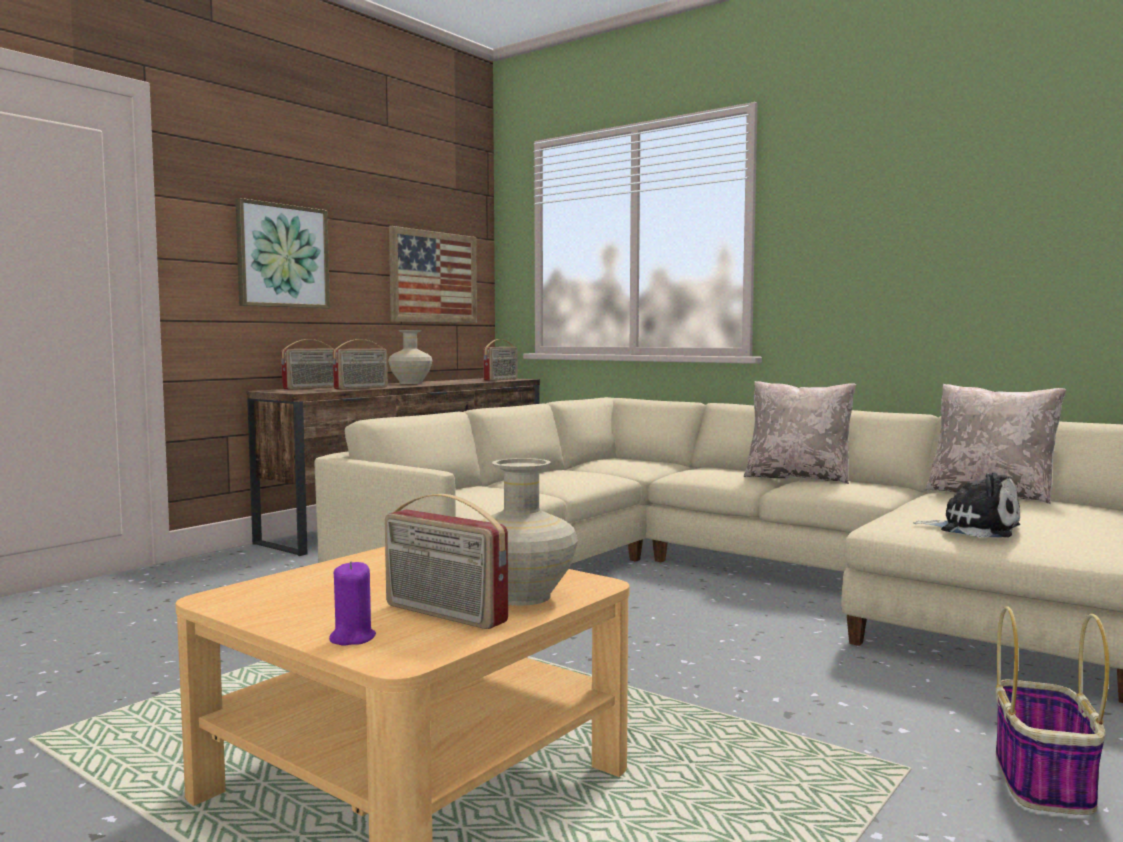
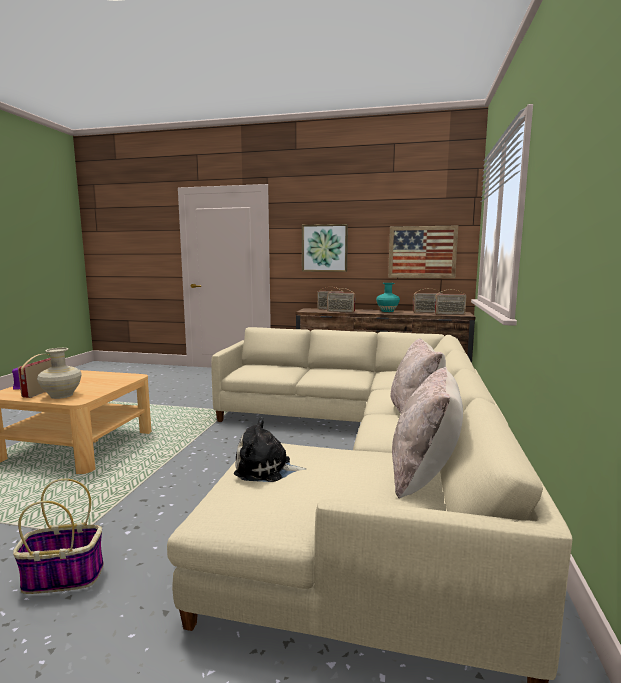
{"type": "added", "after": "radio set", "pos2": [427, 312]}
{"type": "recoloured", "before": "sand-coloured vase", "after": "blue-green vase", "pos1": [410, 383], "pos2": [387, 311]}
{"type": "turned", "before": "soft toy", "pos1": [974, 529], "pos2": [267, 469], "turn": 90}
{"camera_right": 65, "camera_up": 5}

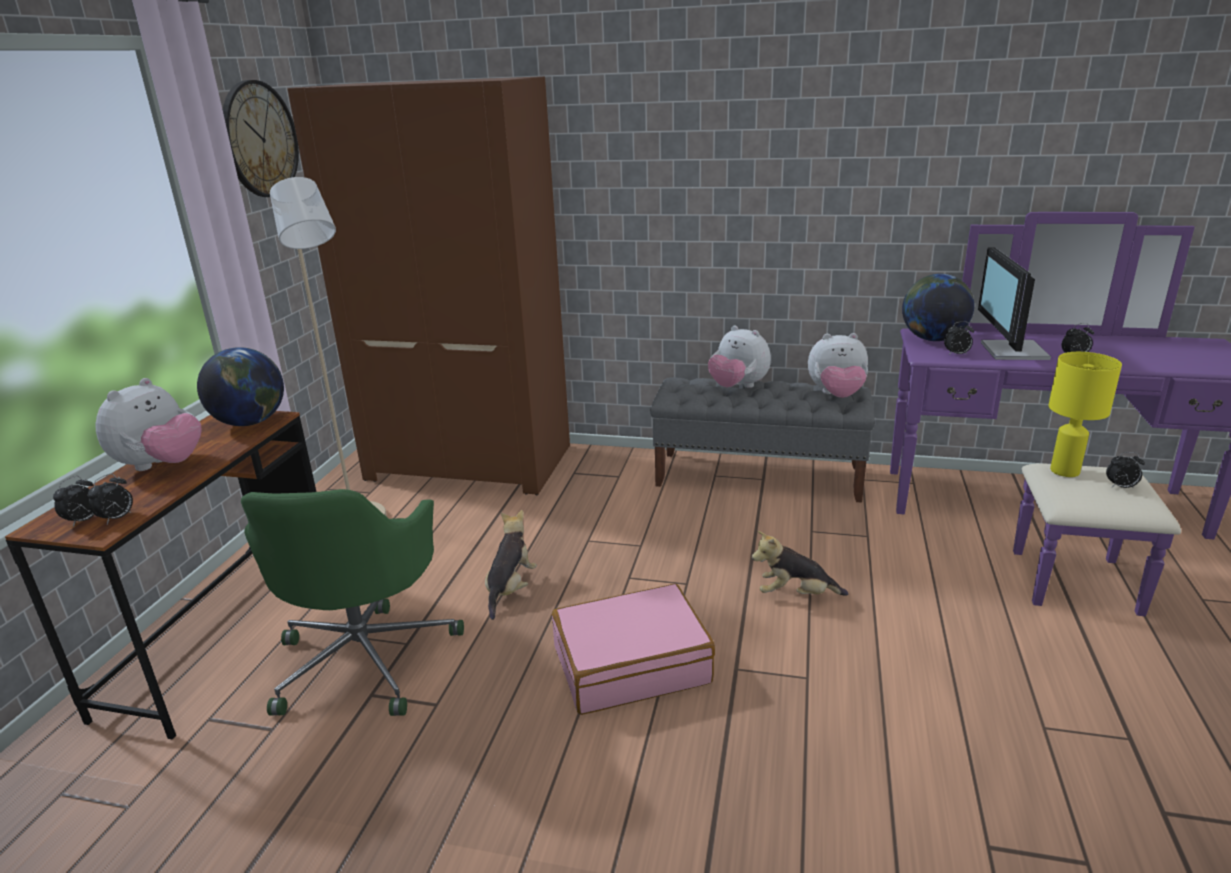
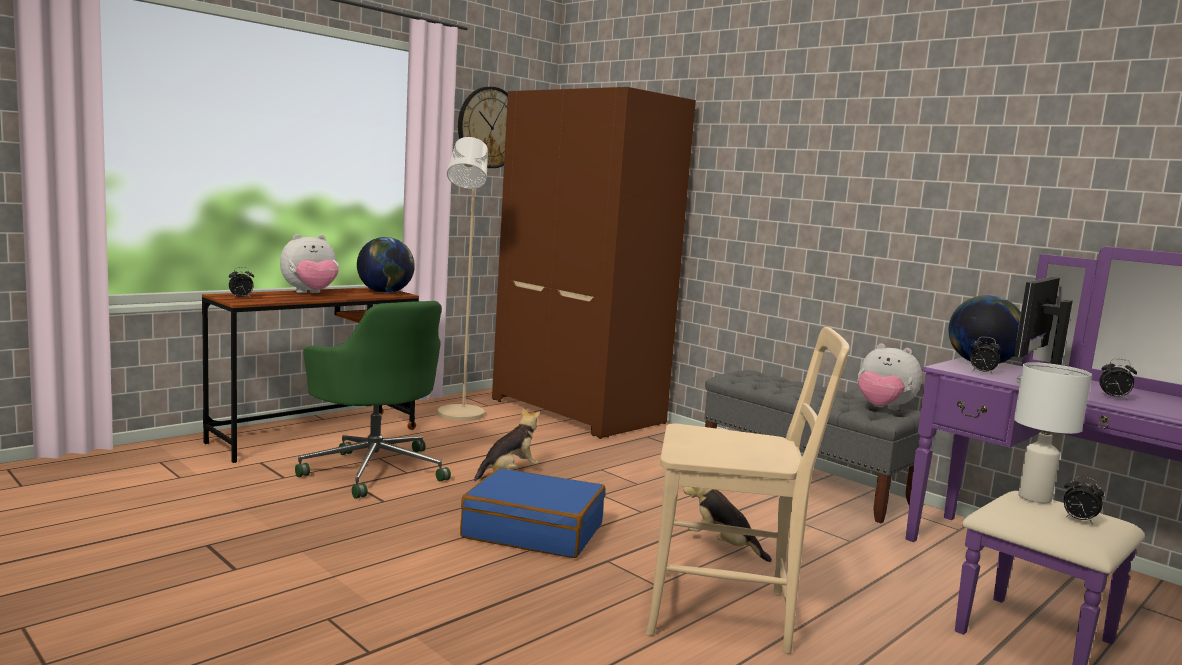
{"type": "removed", "before": "alarm clock", "pos1": [117, 518]}
{"type": "removed", "before": "soft toy", "pos1": [738, 387]}
{"type": "added", "after": "sand-coloured upright chair", "pos2": [728, 614]}
{"type": "recoloured", "before": "pink-coloured travel case", "after": "blue-coloured travel case", "pos1": [631, 664], "pos2": [533, 531]}
{"type": "recoloured", "before": "yellow tabletop lamp", "after": "white tabletop lamp", "pos1": [1065, 471], "pos2": [1035, 498]}
{"type": "turned", "before": "green desk chair", "pos1": [366, 658], "pos2": [374, 469], "turn": -75}
{"camera_right": 30, "camera_up": -15}

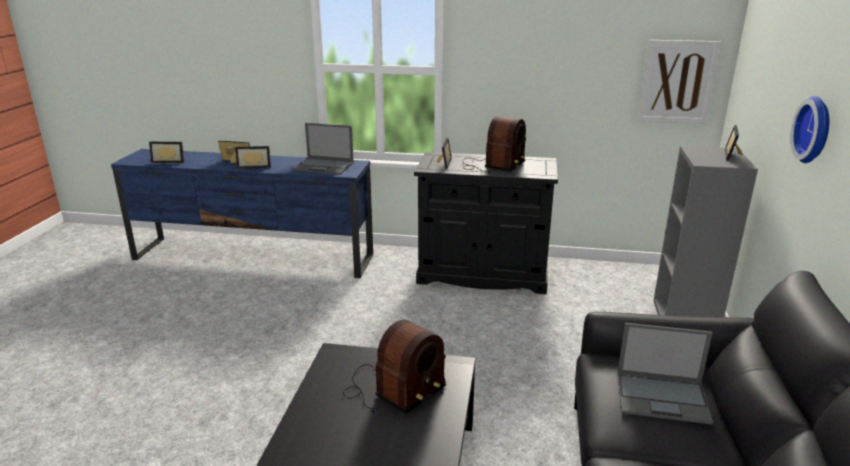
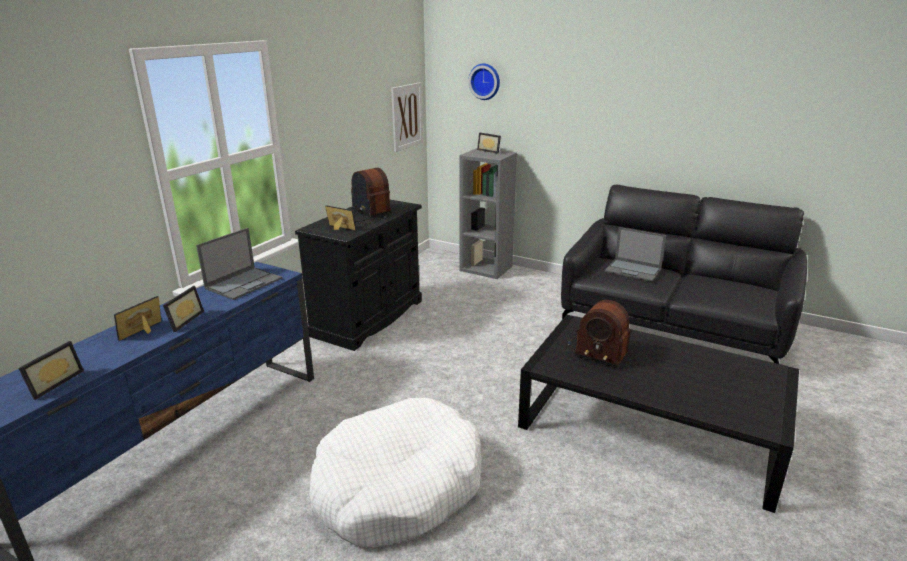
{"type": "added", "after": "white dog cushion", "pos2": [398, 486]}
{"type": "moved", "before": "wall clock", "pos1": [816, 130], "pos2": [485, 81]}
{"type": "turned", "before": "radio set", "pos1": [392, 390], "pos2": [597, 348], "turn": 150}
{"type": "turned", "before": "laptop", "pos1": [663, 398], "pos2": [633, 270], "turn": 90}
{"camera_right": -70, "camera_up": 0}

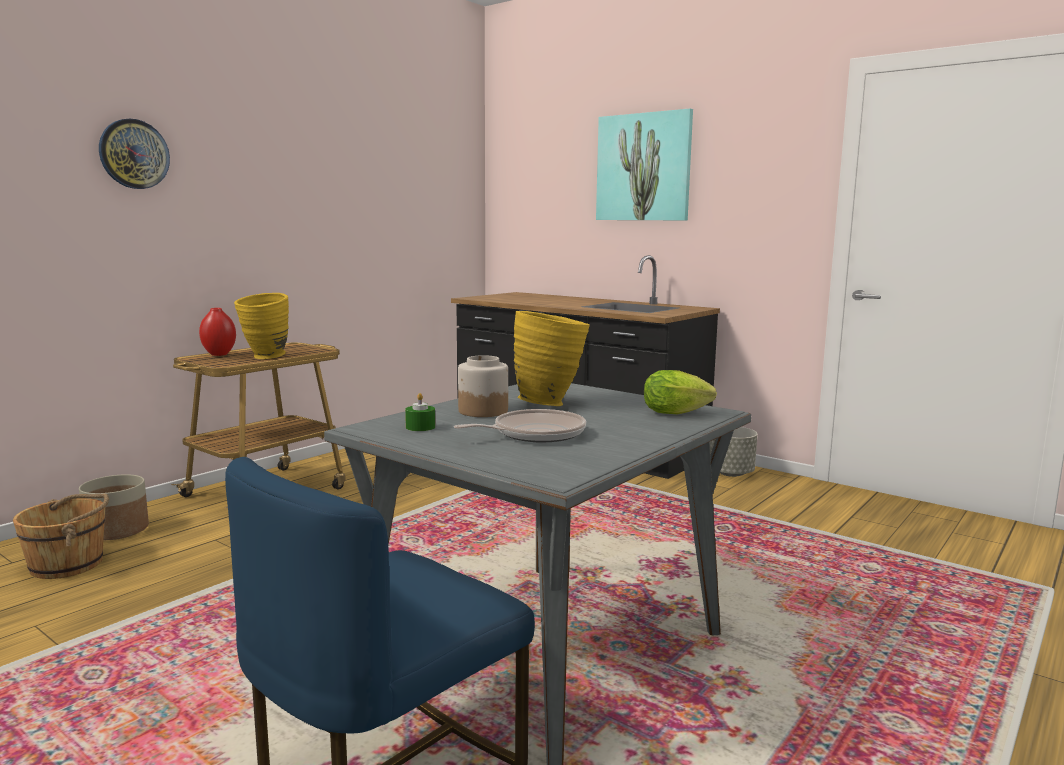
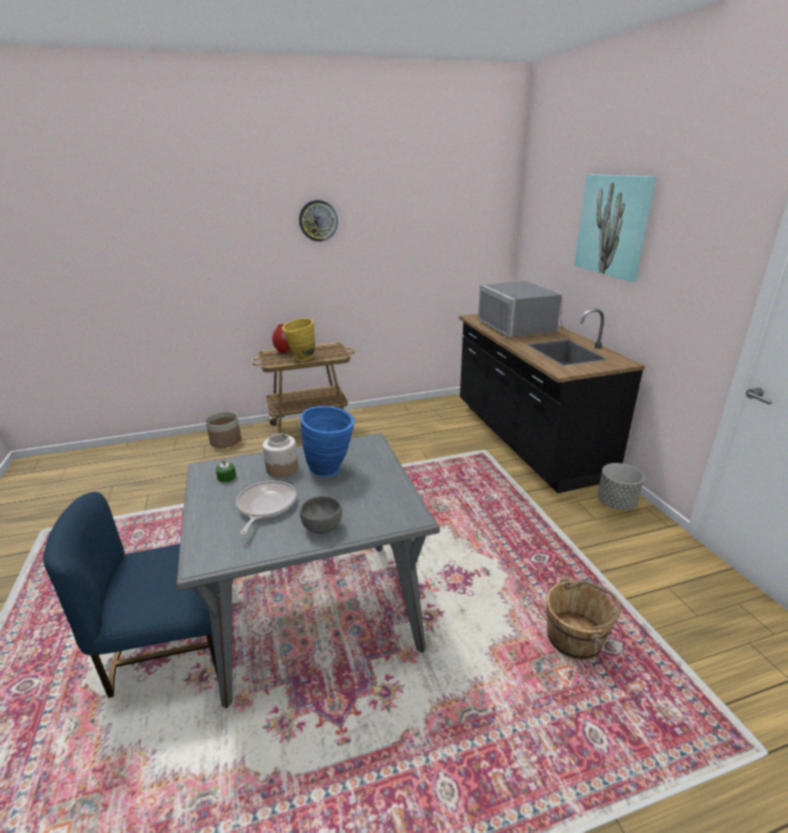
{"type": "removed", "before": "lettuce head", "pos1": [679, 413]}
{"type": "added", "after": "gray bowl", "pos2": [323, 527]}
{"type": "added", "after": "gray kitchen microwave", "pos2": [521, 327]}
{"type": "moved", "before": "brownish water bucket", "pos1": [68, 564], "pos2": [575, 638]}
{"type": "moved", "before": "wall clock", "pos1": [134, 154], "pos2": [318, 220]}
{"type": "recoloured", "before": "yellow vase", "after": "blue-coloured vase", "pos1": [551, 403], "pos2": [332, 471]}
{"type": "turned", "before": "frying pan", "pos1": [534, 434], "pos2": [265, 506], "turn": -90}
{"camera_right": 35, "camera_up": 15}

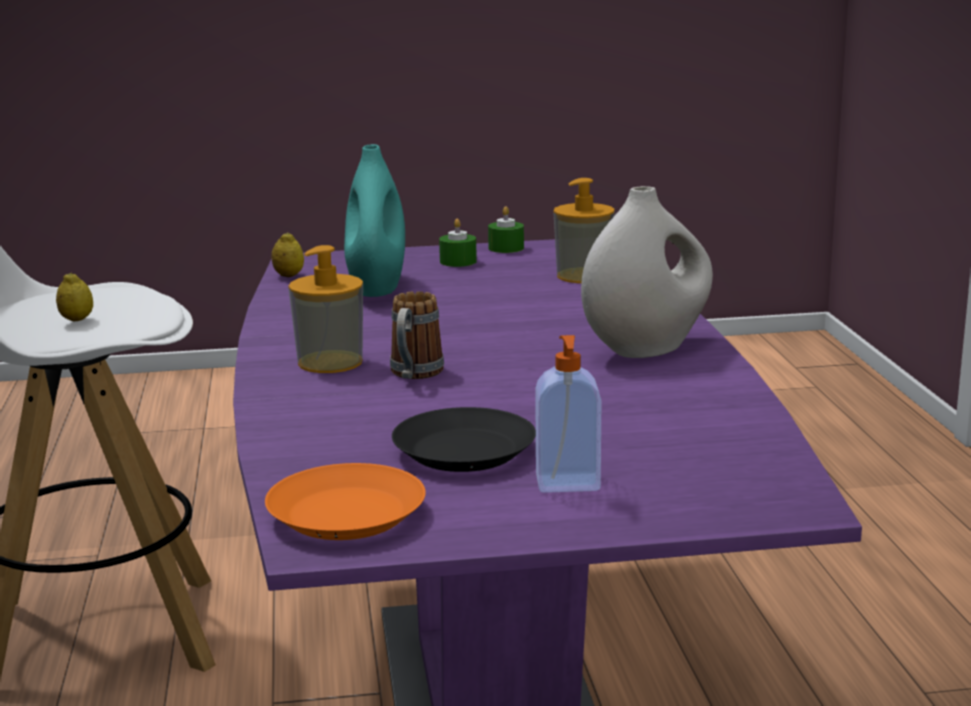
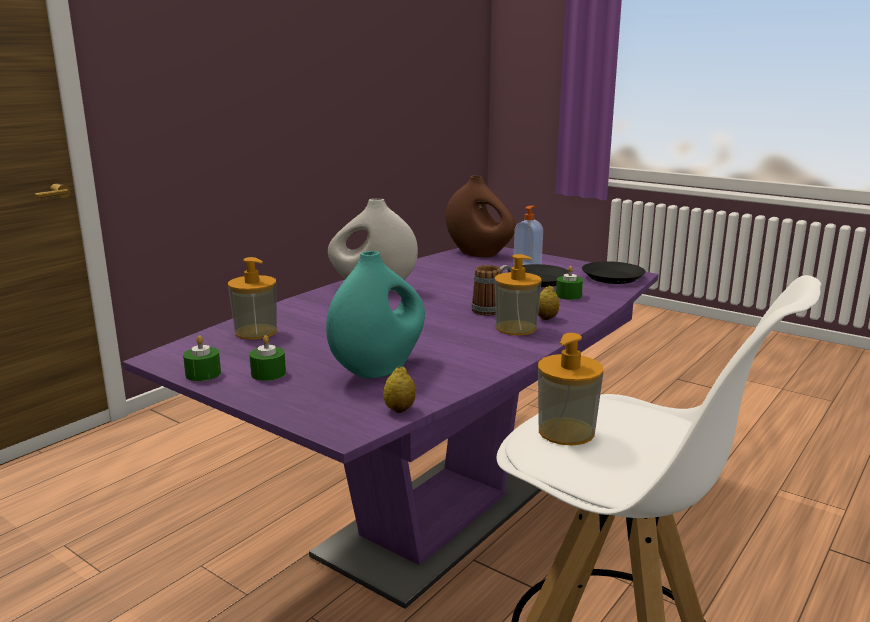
{"type": "added", "after": "brownish vase", "pos2": [479, 254]}
{"type": "added", "after": "soap dispenser", "pos2": [566, 431]}
{"type": "added", "after": "green wax candle", "pos2": [568, 295]}
{"type": "moved", "before": "lemon", "pos1": [77, 320], "pos2": [546, 318]}
{"type": "recoloured", "before": "orangey dinner plate", "after": "blackish dinner plate", "pos1": [347, 515], "pos2": [612, 277]}
{"camera_right": -135, "camera_up": 0}

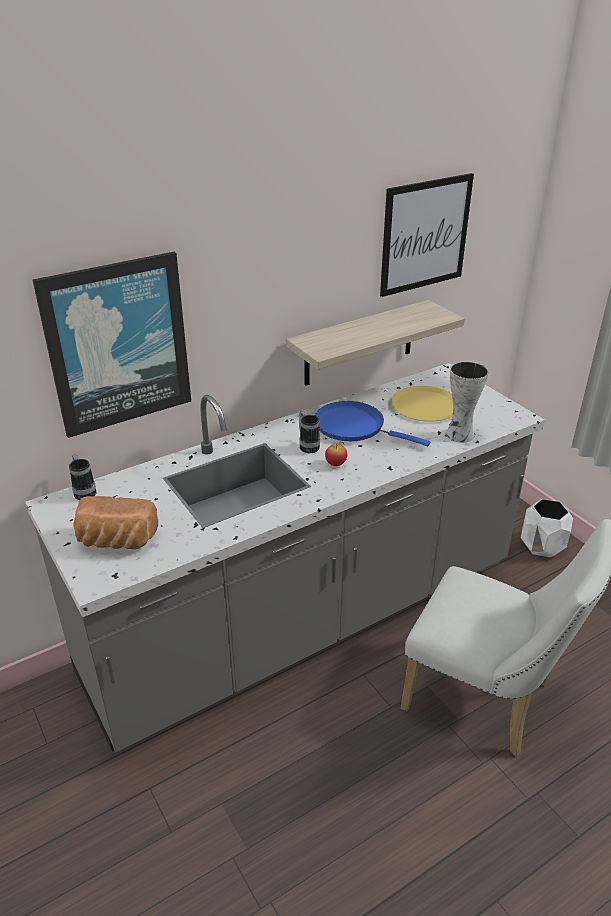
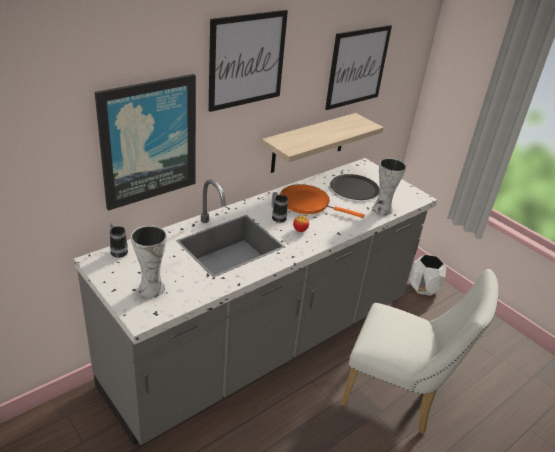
{"type": "added", "after": "picture", "pos2": [247, 60]}
{"type": "replaced", "before": "bakery bread", "after": "vase", "pos1": [116, 541], "pos2": [151, 288]}
{"type": "recoloured", "before": "blue-coloured frying pan", "after": "orangey frying pan", "pos1": [354, 427], "pos2": [308, 203]}
{"type": "recoloured", "before": "yellow dinner plate", "after": "blackish dinner plate", "pos1": [425, 405], "pos2": [354, 188]}
{"camera_right": -10, "camera_up": 0}

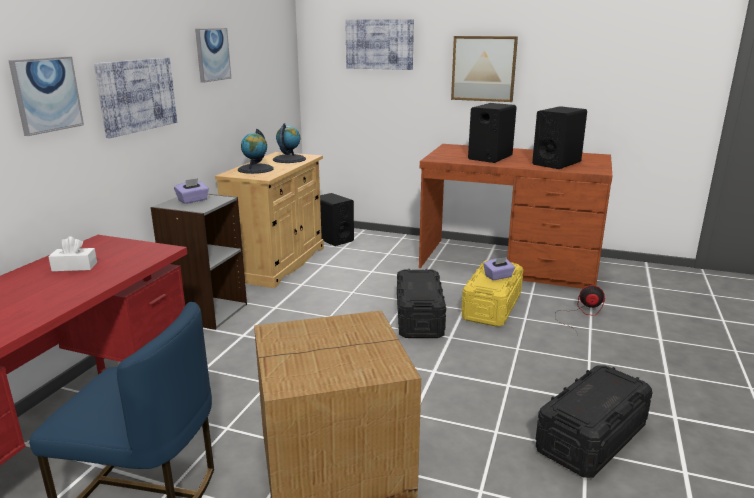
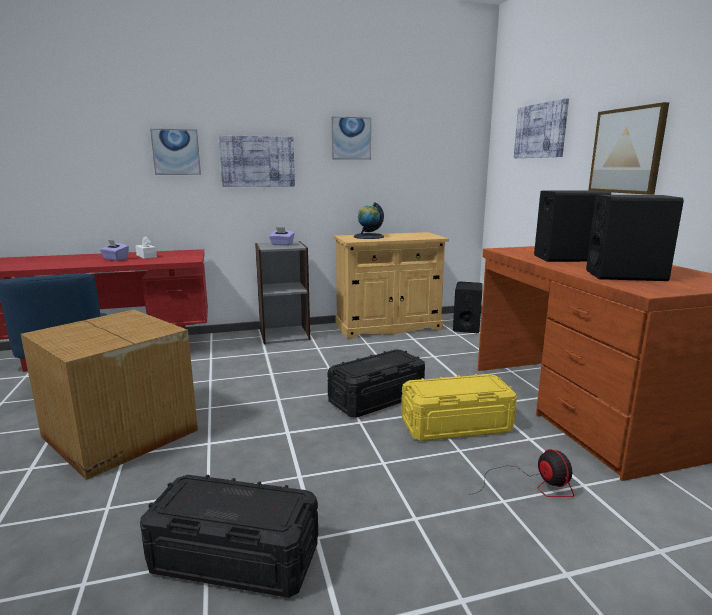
{"type": "removed", "before": "globe", "pos1": [289, 159]}
{"type": "moved", "before": "purple-coloured box of tissues", "pos1": [498, 276], "pos2": [115, 259]}
{"camera_right": 55, "camera_up": -5}

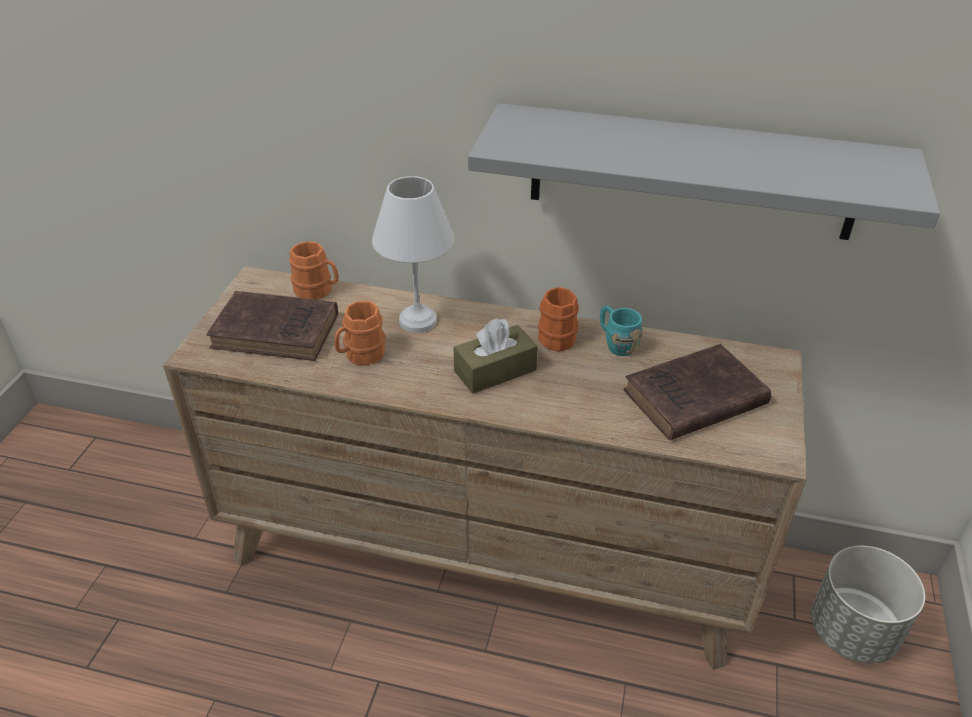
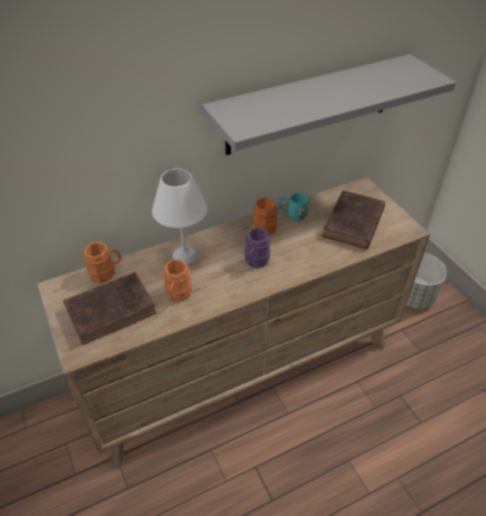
{"type": "replaced", "before": "brownish box of tissues", "after": "purple-coloured coffee mug", "pos1": [495, 371], "pos2": [255, 261]}
{"camera_right": -40, "camera_up": 5}

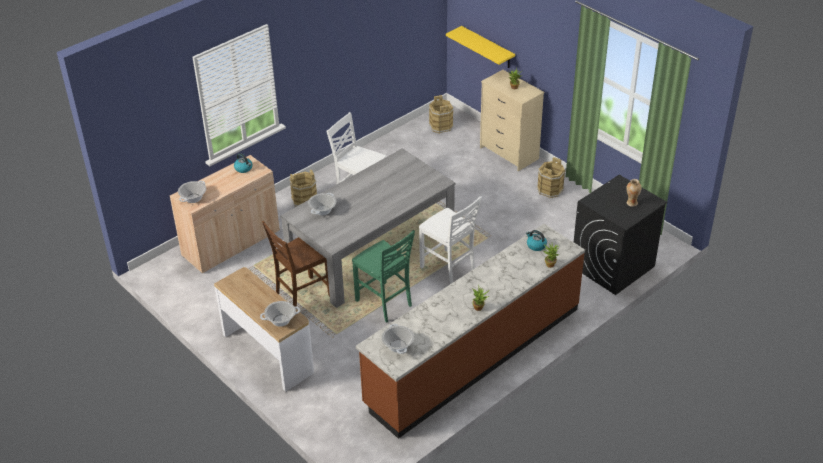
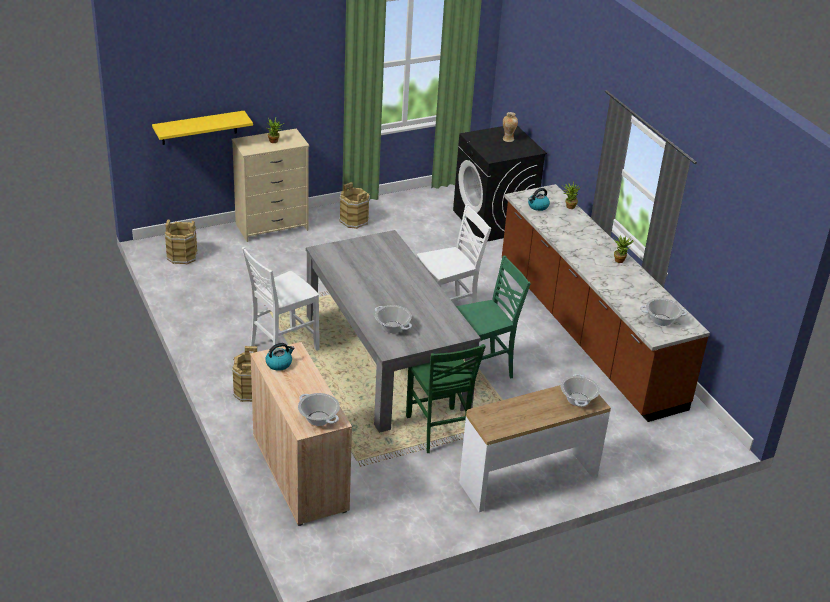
{"type": "recoloured", "before": "brownish upright chair", "after": "green upright chair", "pos1": [302, 296], "pos2": [438, 431]}
{"camera_right": -75, "camera_up": -5}

